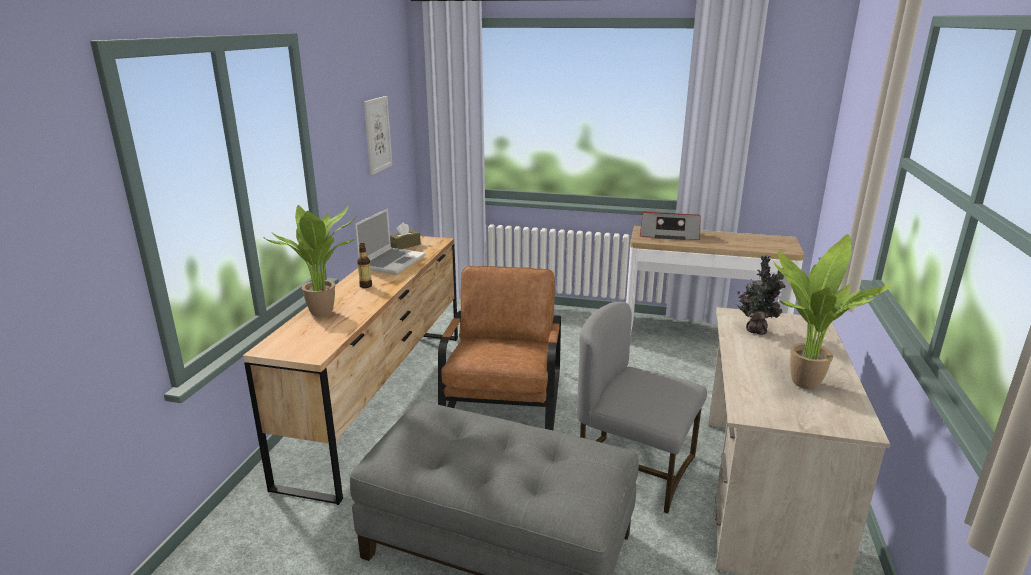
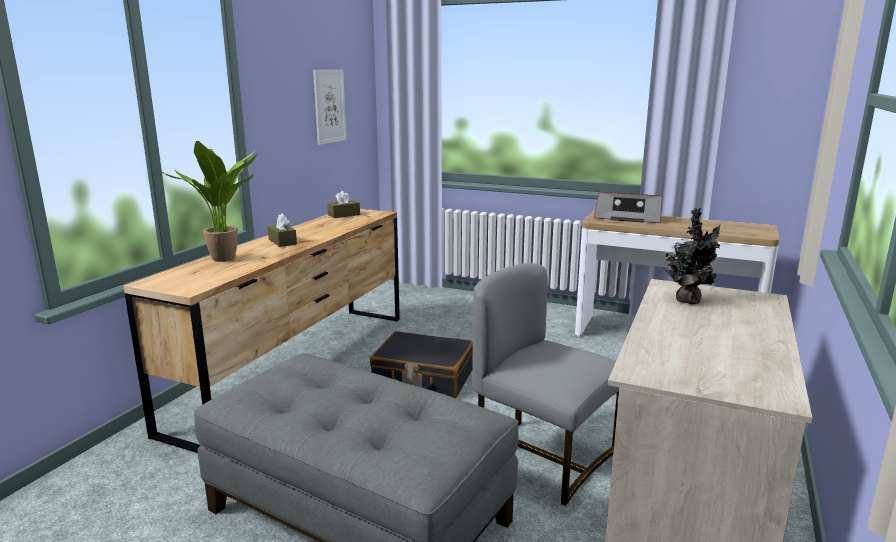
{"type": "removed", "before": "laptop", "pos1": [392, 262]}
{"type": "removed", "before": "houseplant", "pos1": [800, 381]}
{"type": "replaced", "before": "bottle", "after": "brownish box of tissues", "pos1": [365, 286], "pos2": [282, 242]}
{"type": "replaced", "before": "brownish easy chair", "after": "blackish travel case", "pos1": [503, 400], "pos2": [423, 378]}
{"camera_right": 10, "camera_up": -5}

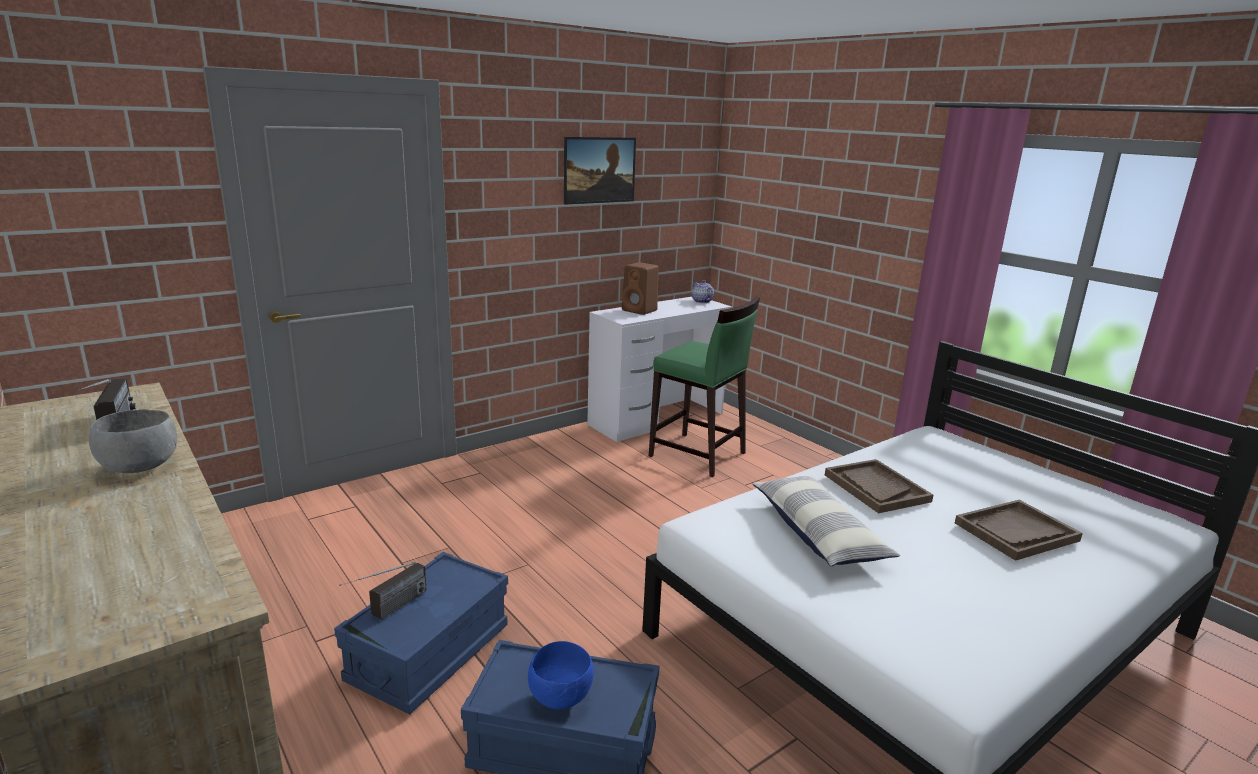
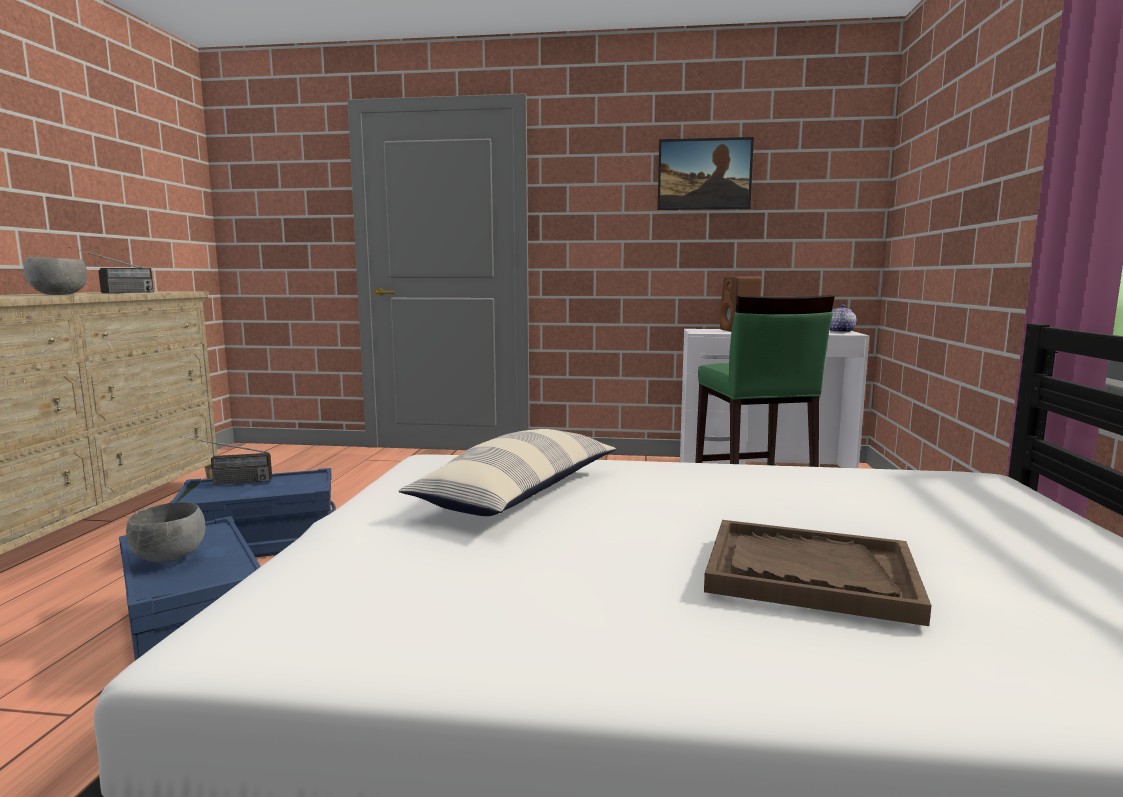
{"type": "removed", "before": "brownish carrying tray", "pos1": [876, 488]}
{"type": "recoloured", "before": "blue-coloured bowl", "after": "gray bowl", "pos1": [562, 697], "pos2": [170, 558]}
{"camera_right": 45, "camera_up": -10}

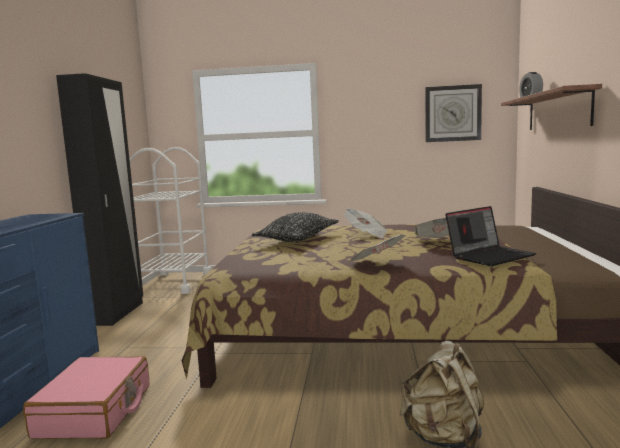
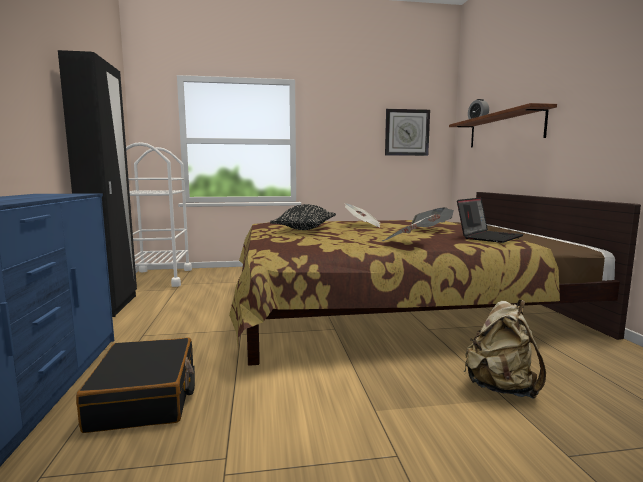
{"type": "recoloured", "before": "pink-coloured travel case", "after": "blackish travel case", "pos1": [95, 411], "pos2": [146, 397]}
{"camera_right": -15, "camera_up": 0}

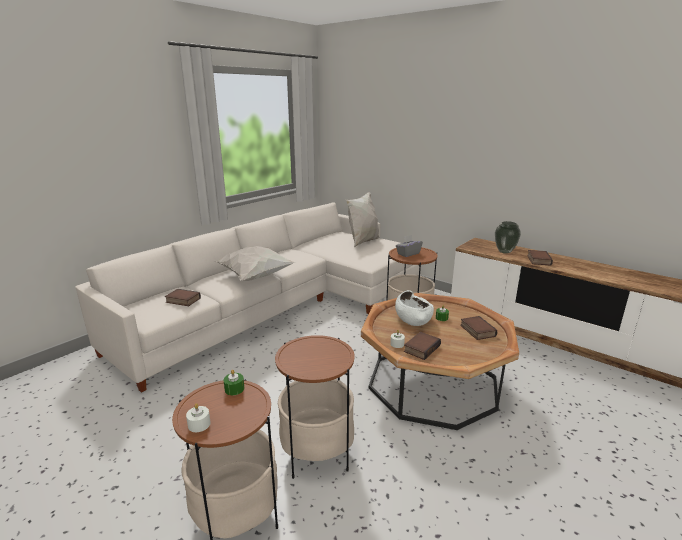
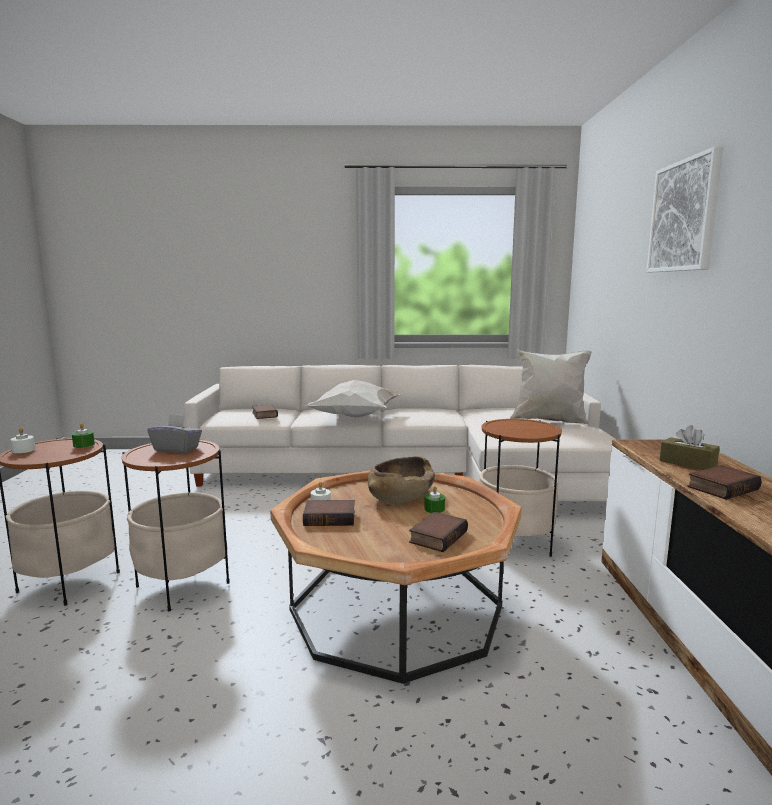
{"type": "added", "after": "picture", "pos2": [684, 216]}
{"type": "moved", "before": "gray box of tissues", "pos1": [408, 253], "pos2": [176, 449]}
{"type": "replaced", "before": "vase", "after": "brownish box of tissues", "pos1": [504, 252], "pos2": [687, 463]}
{"type": "recoloured", "before": "white bowl", "after": "brownish bowl", "pos1": [413, 318], "pos2": [401, 496]}
{"camera_right": 50, "camera_up": -10}

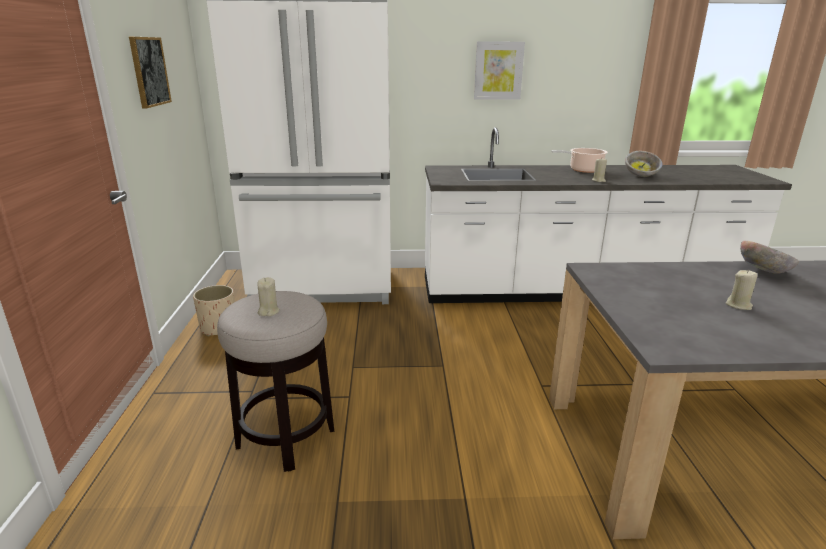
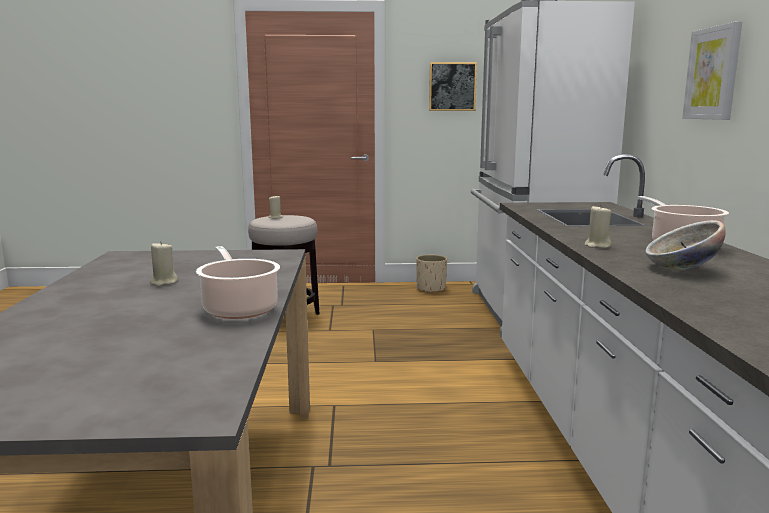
{"type": "replaced", "before": "bowl", "after": "saucepot", "pos1": [762, 272], "pos2": [239, 308]}
{"camera_right": 90, "camera_up": -10}

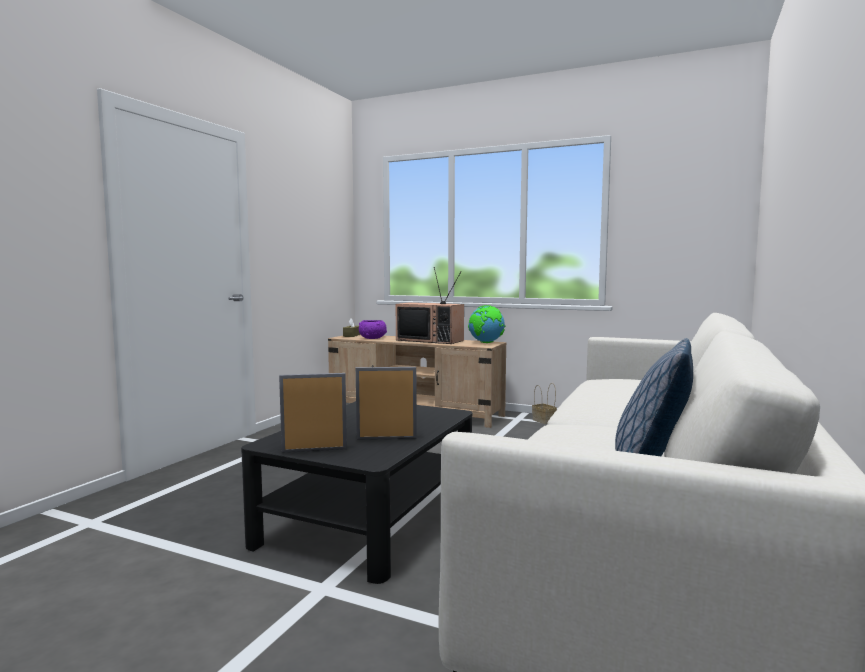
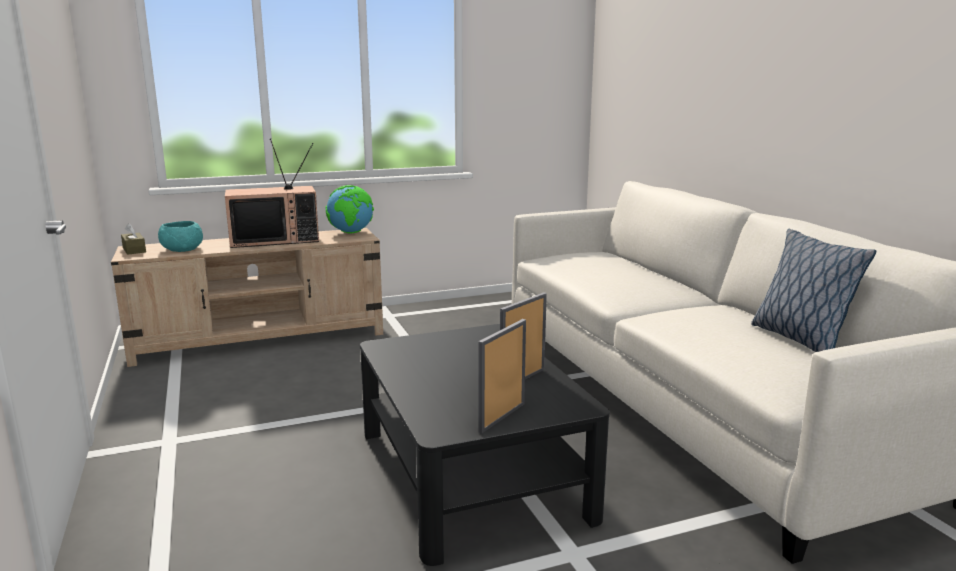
{"type": "removed", "before": "basket", "pos1": [544, 421]}
{"type": "recoloured", "before": "purple-coloured bowl", "after": "blue-green bowl", "pos1": [372, 338], "pos2": [182, 249]}
{"camera_right": -45, "camera_up": 10}

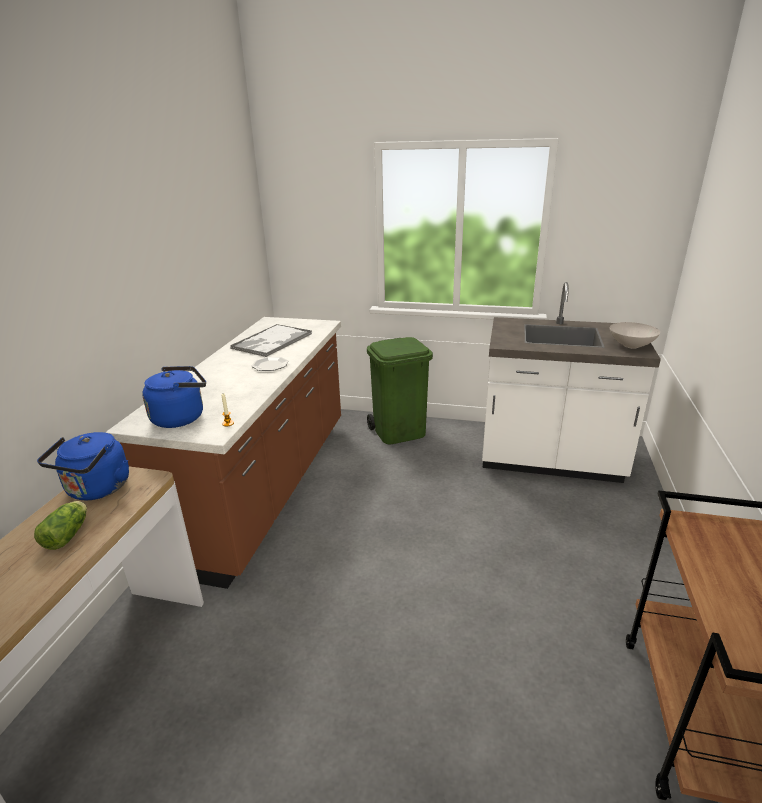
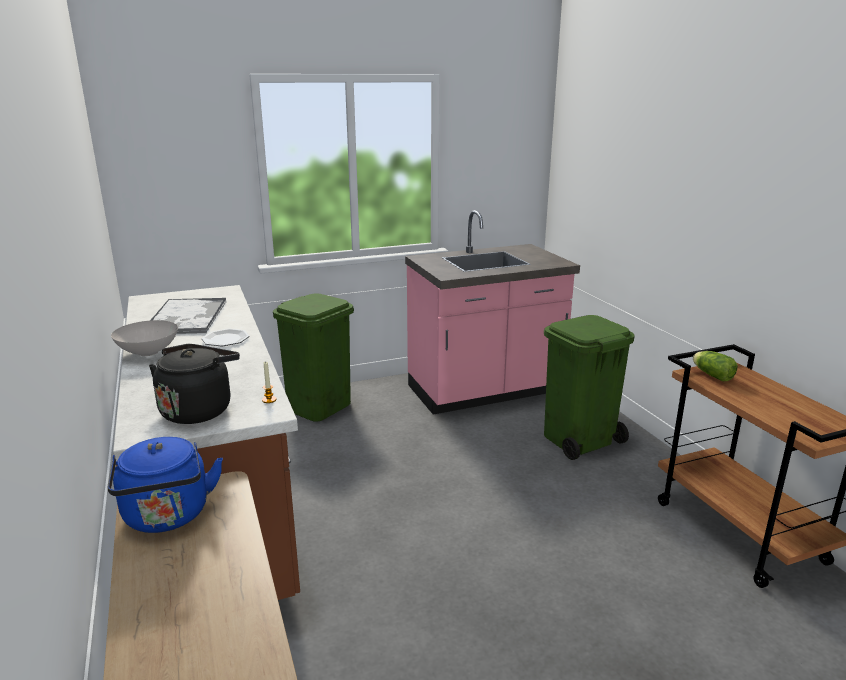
{"type": "added", "after": "green rubbish bin", "pos2": [578, 439]}
{"type": "moved", "before": "lettuce head", "pos1": [69, 534], "pos2": [711, 374]}
{"type": "moved", "before": "white bowl", "pos1": [632, 346], "pos2": [149, 352]}
{"type": "recoloured", "before": "blue-coloured tea kettle", "after": "blackish tea kettle", "pos1": [181, 417], "pos2": [198, 410]}
{"type": "recoloured", "before": "white kitchen base unit", "after": "pink-coloured kitchen base unit", "pos1": [550, 461], "pos2": [485, 392]}
{"camera_right": -35, "camera_up": -5}

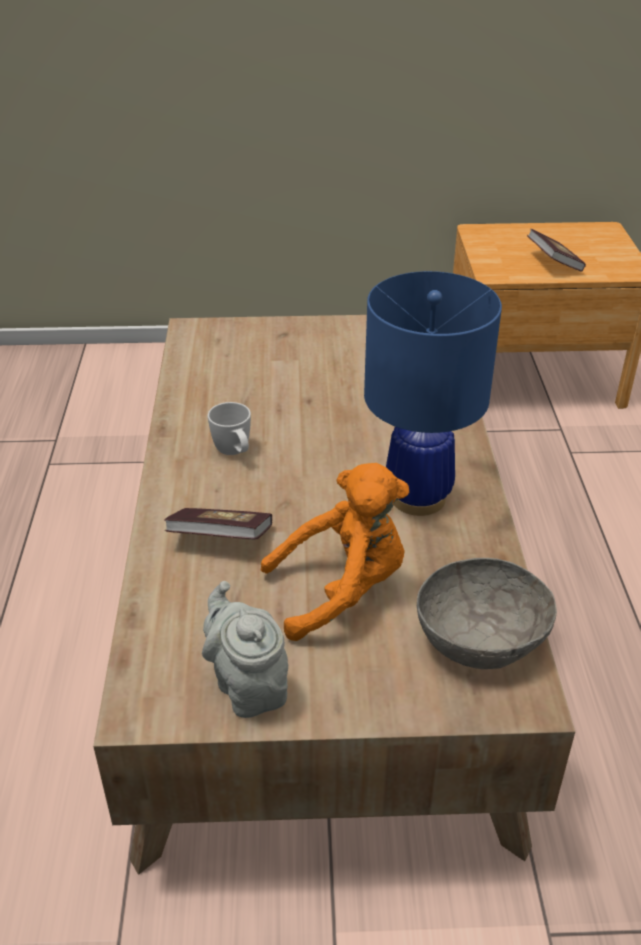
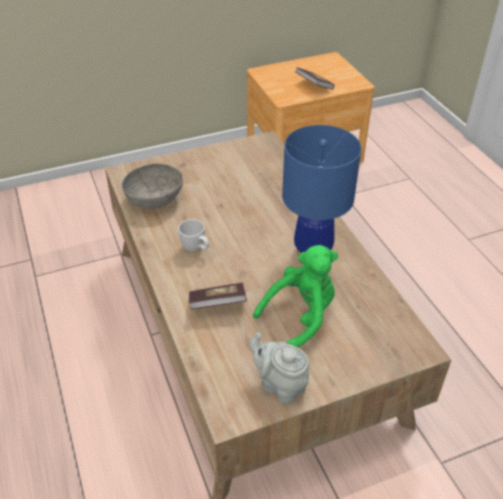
{"type": "moved", "before": "gray bowl", "pos1": [481, 637], "pos2": [154, 198]}
{"type": "recoloured", "before": "orangey soft toy", "after": "green soft toy", "pos1": [342, 590], "pos2": [300, 316]}
{"camera_right": -20, "camera_up": 5}

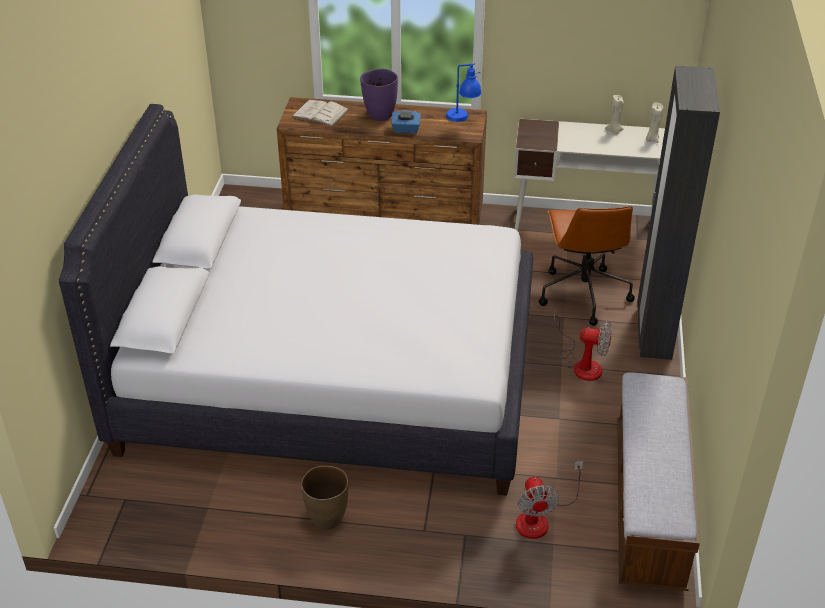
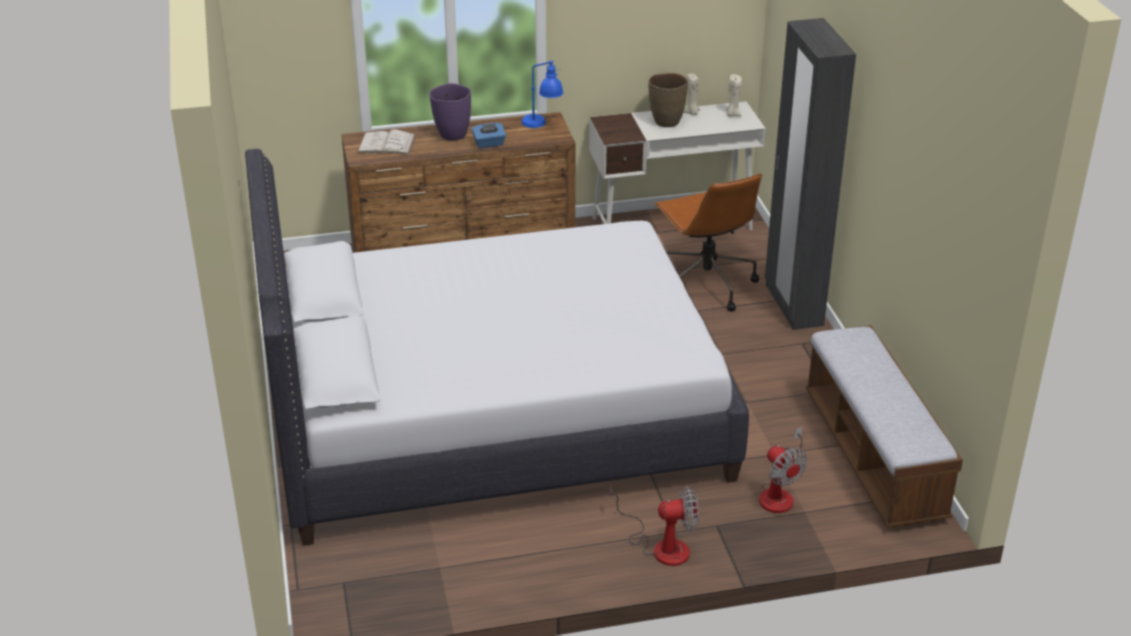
{"type": "moved", "before": "brownish vase", "pos1": [326, 518], "pos2": [666, 122]}
{"type": "moved", "before": "cooling fan", "pos1": [582, 364], "pos2": [661, 546]}
{"camera_right": -20, "camera_up": -5}

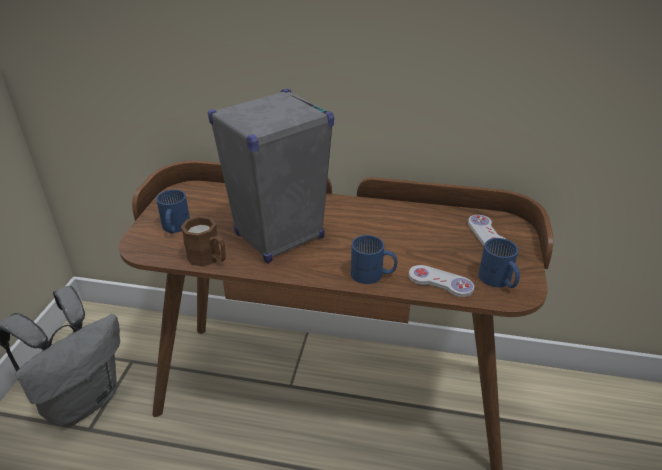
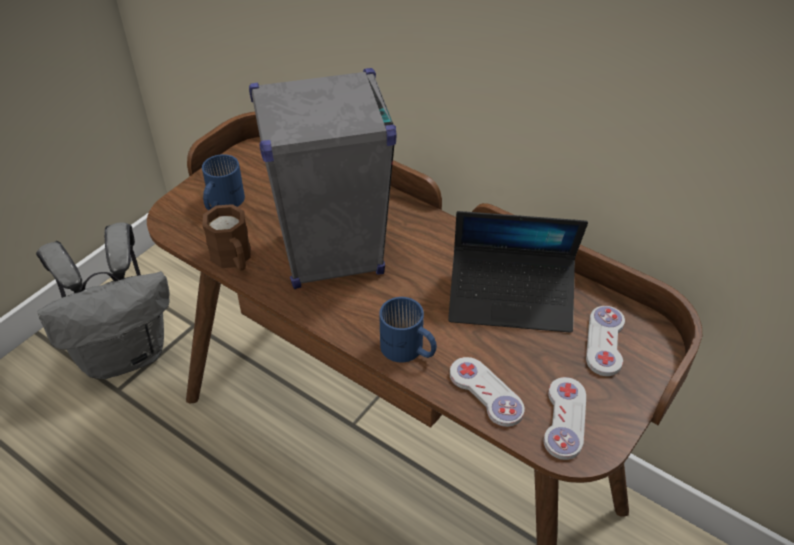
{"type": "added", "after": "laptop", "pos2": [511, 298]}
{"type": "replaced", "before": "blue-coloured coffee mug", "after": "white game controller", "pos1": [497, 281], "pos2": [564, 419]}
{"camera_right": 25, "camera_up": 10}

